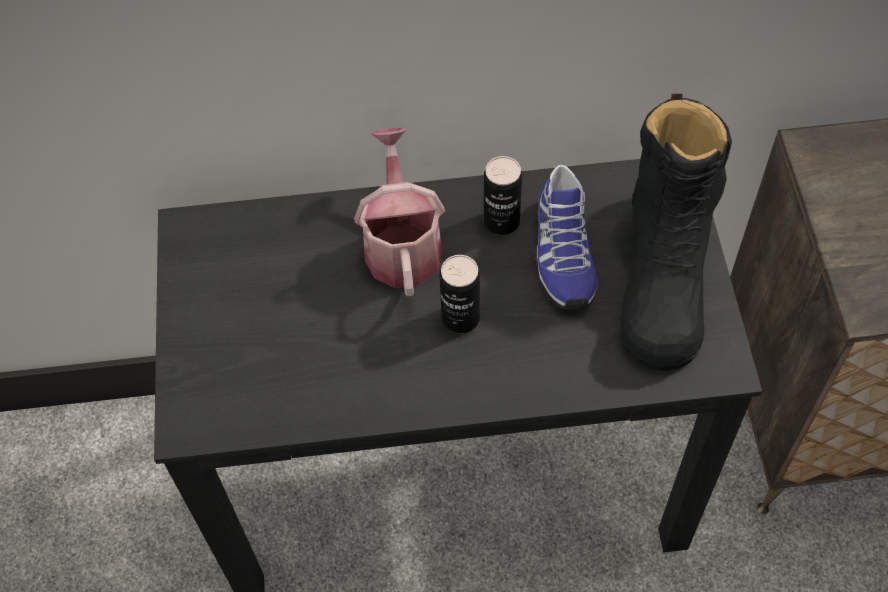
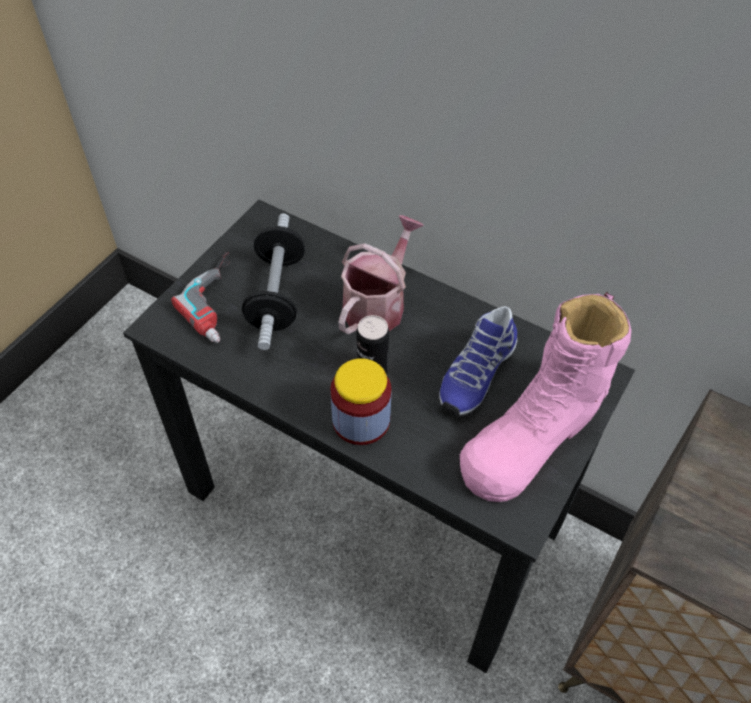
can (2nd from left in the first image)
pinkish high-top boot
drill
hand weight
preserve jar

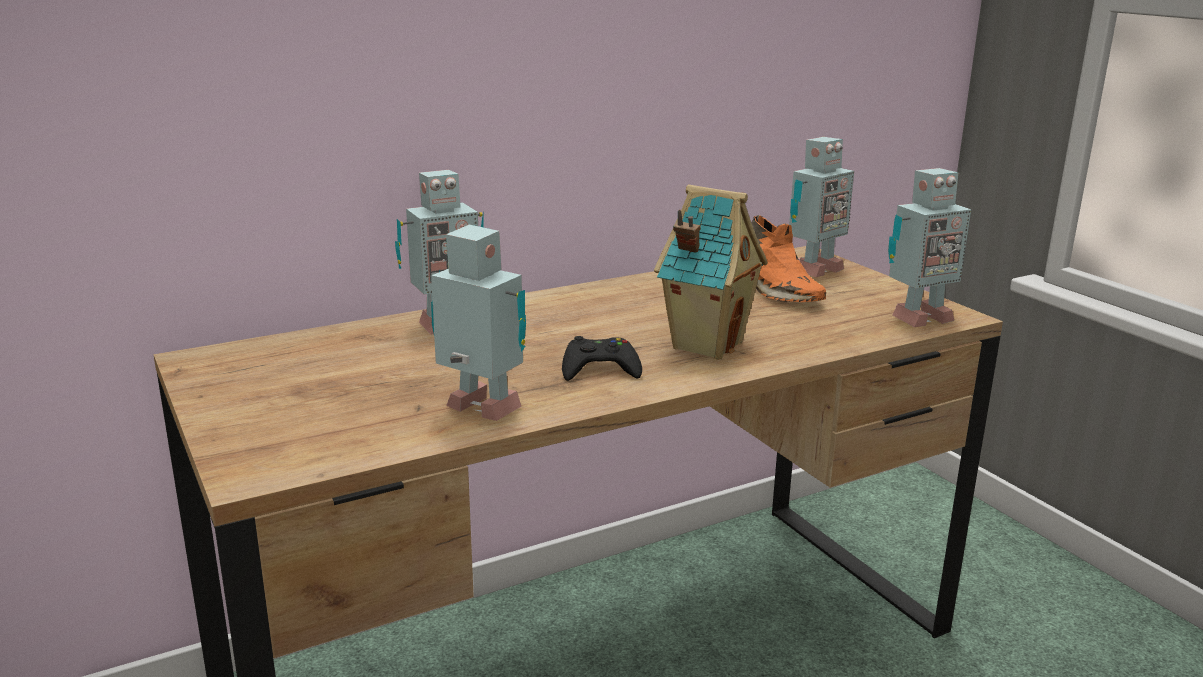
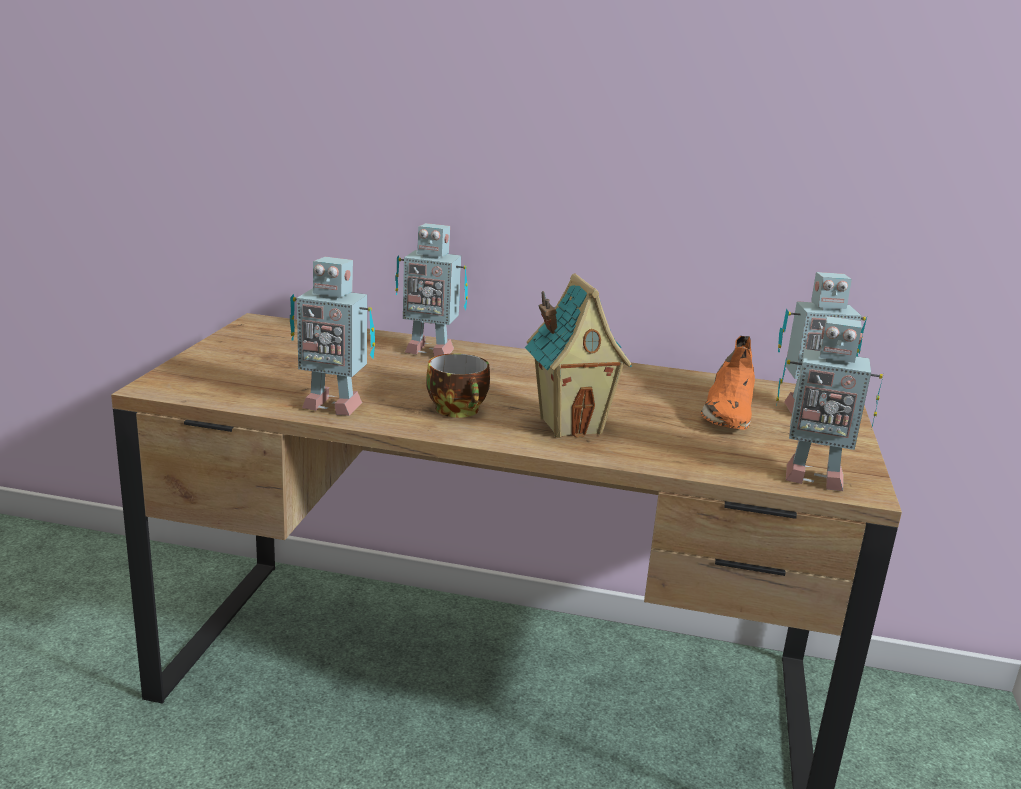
toy robot (1st from left)
small cup

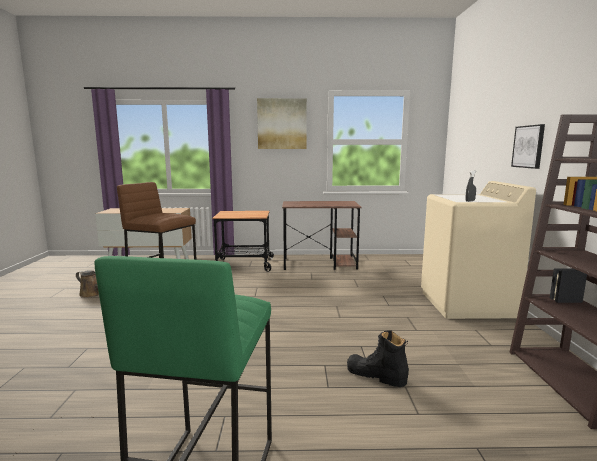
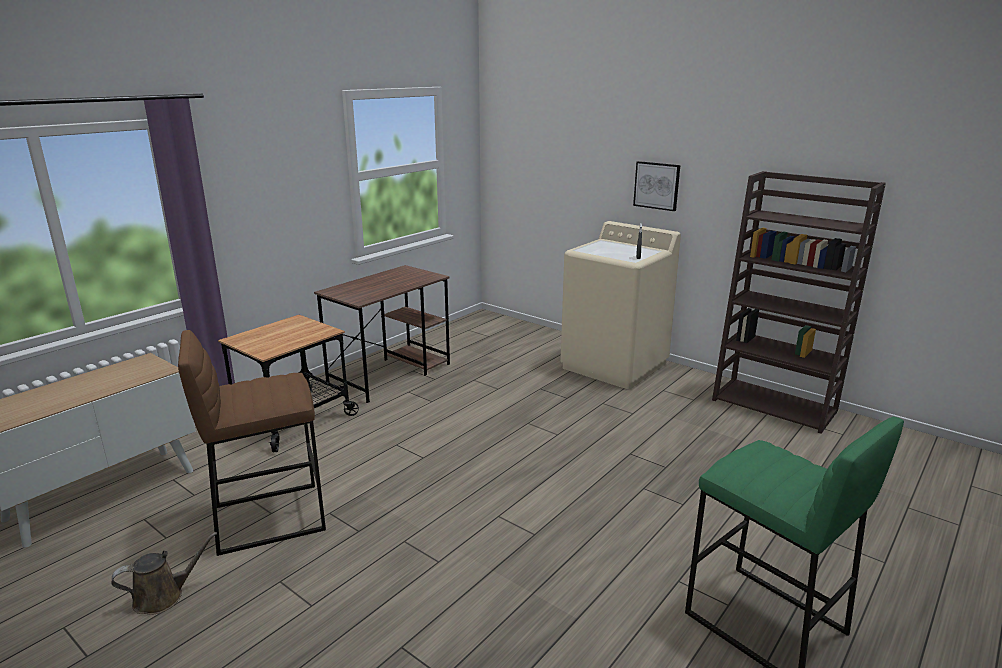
wall picture (1st from left in the first image)
black-coloured high-top boot

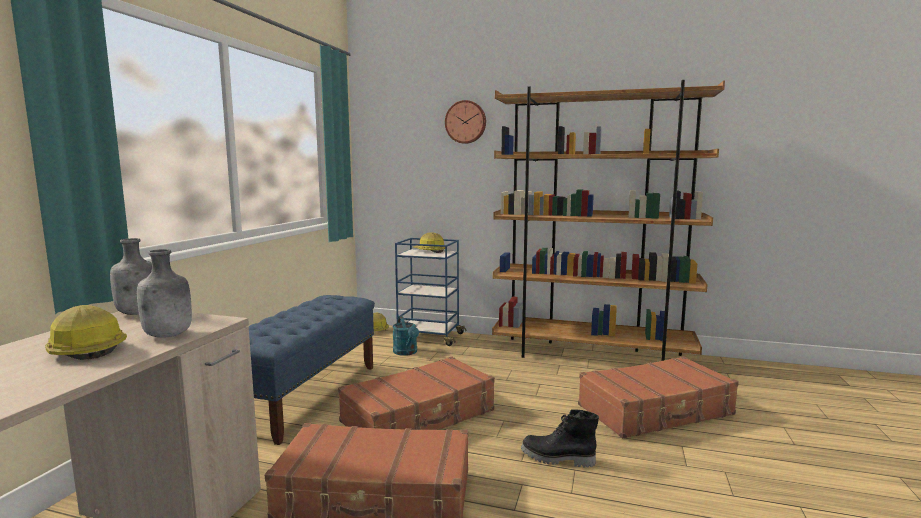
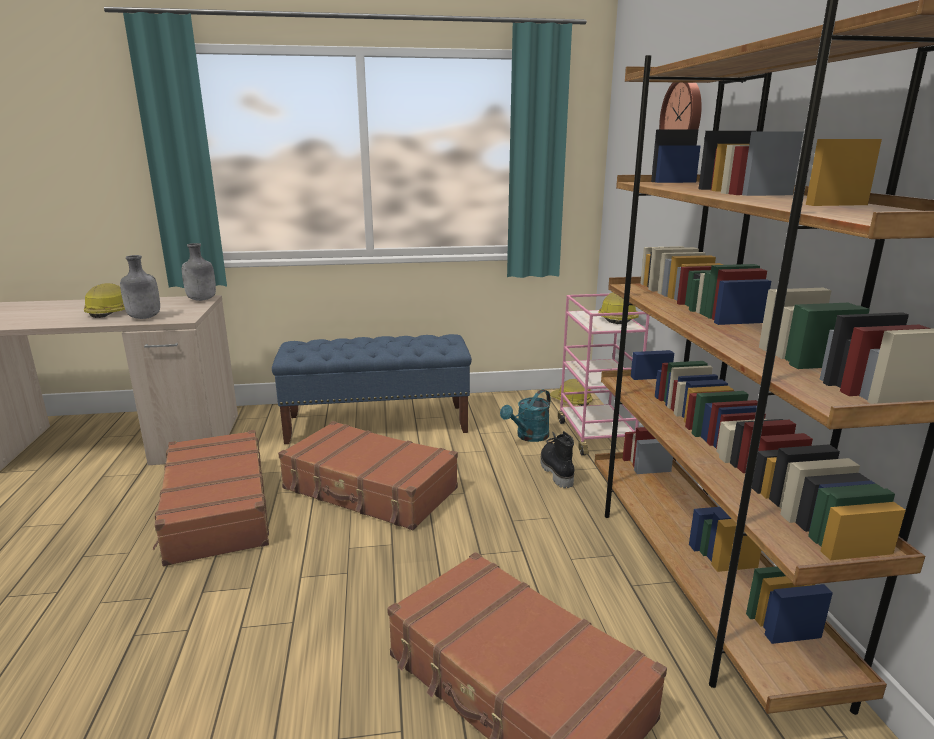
pinkish trolley
black-coloured high-top boot

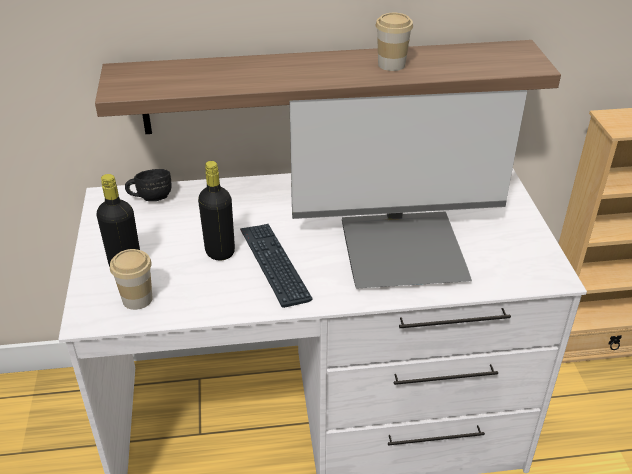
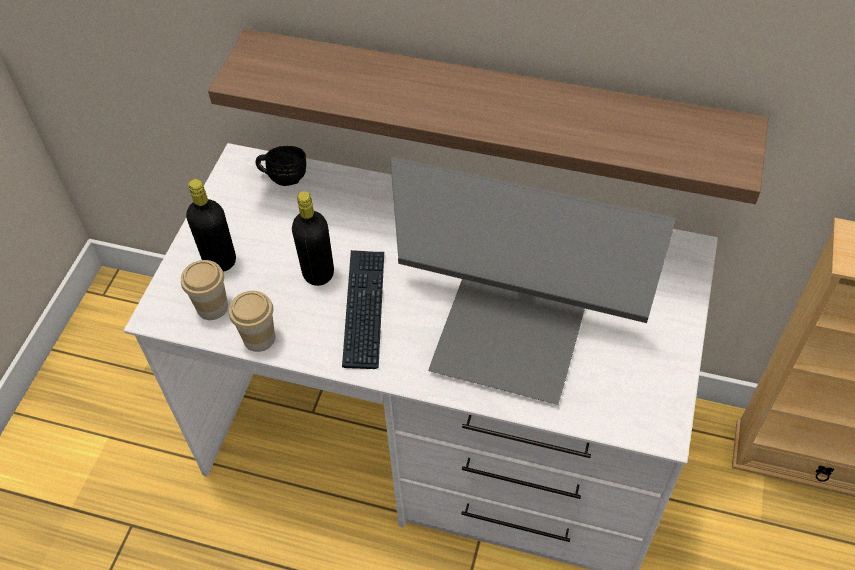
small cup (2nd from left)

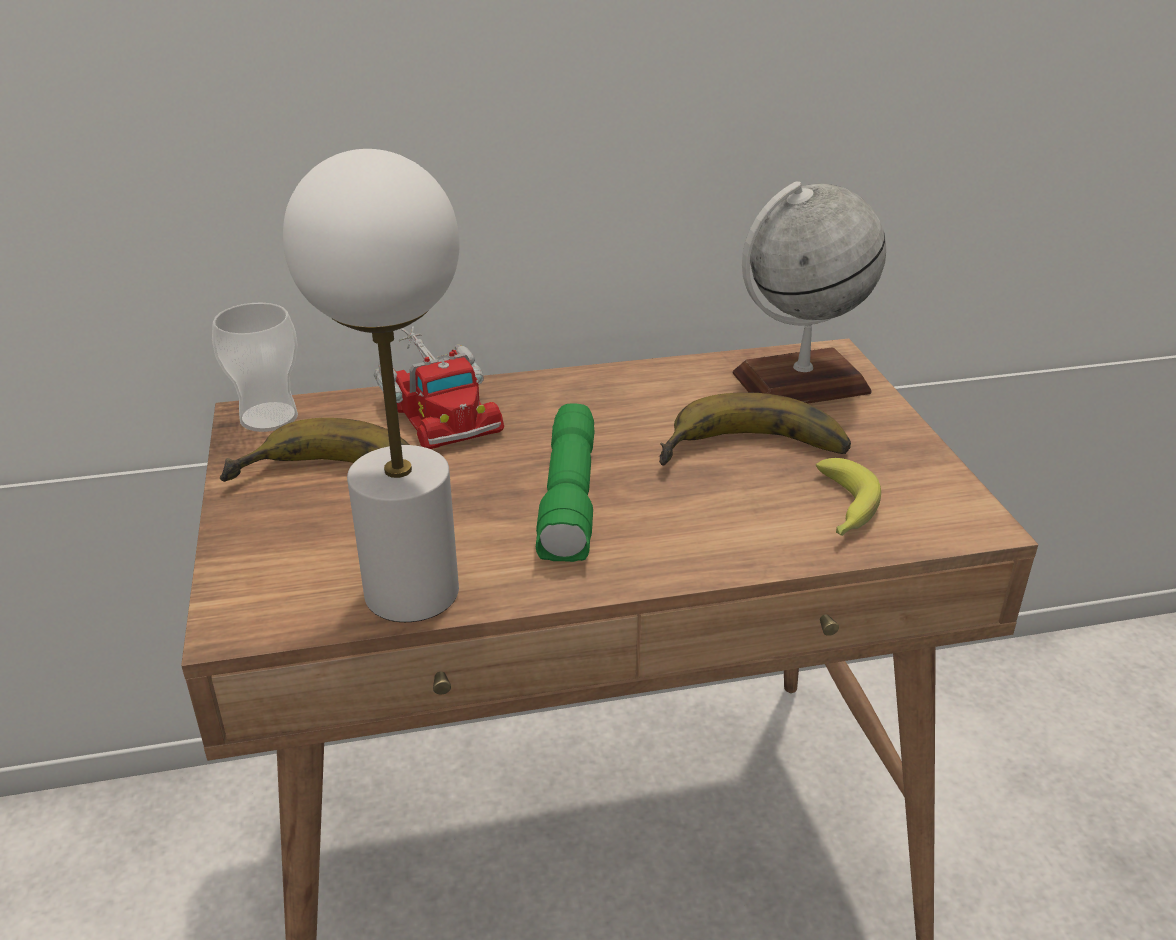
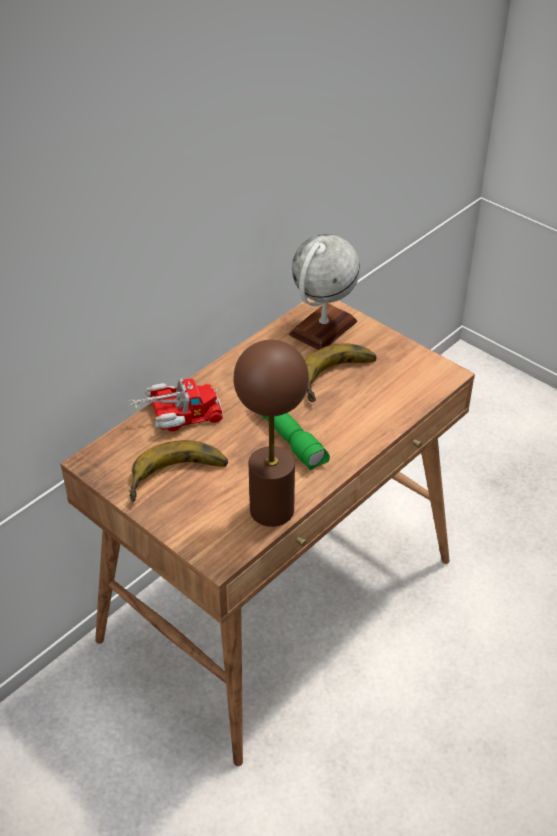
small cup
brown tabletop lamp
toy truck
whole banana (3rd from left in the first image)

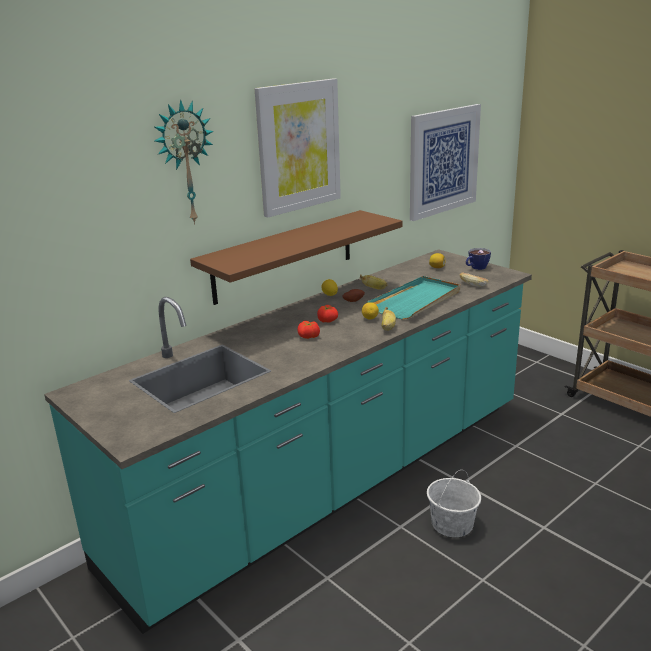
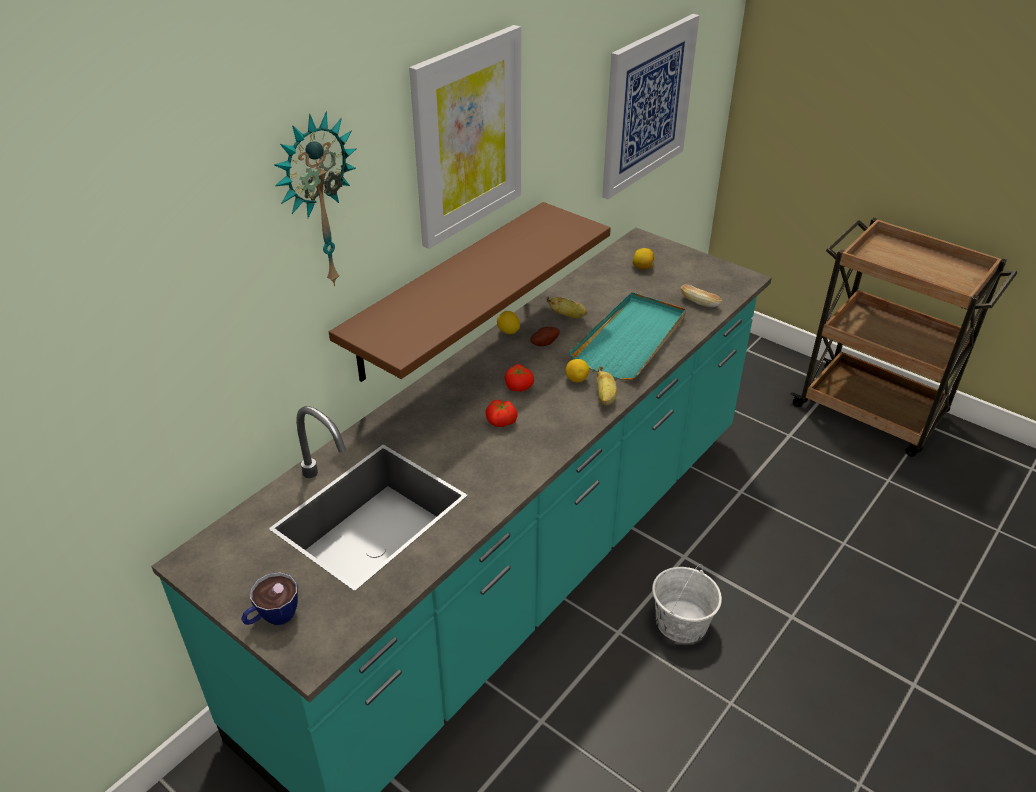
small cup

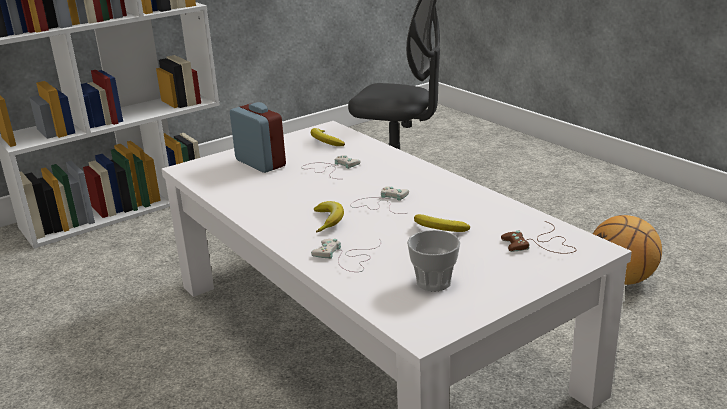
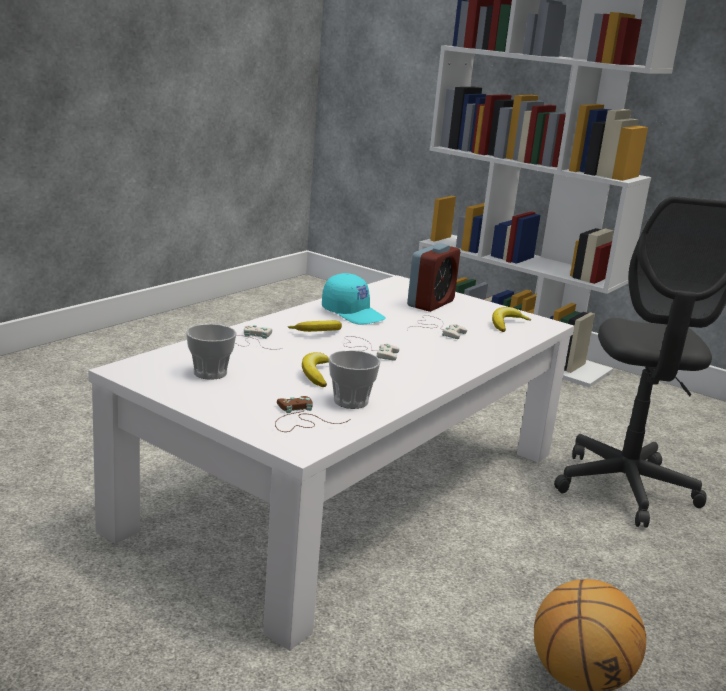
turquoise peaked cap
small cup (2nd from left)

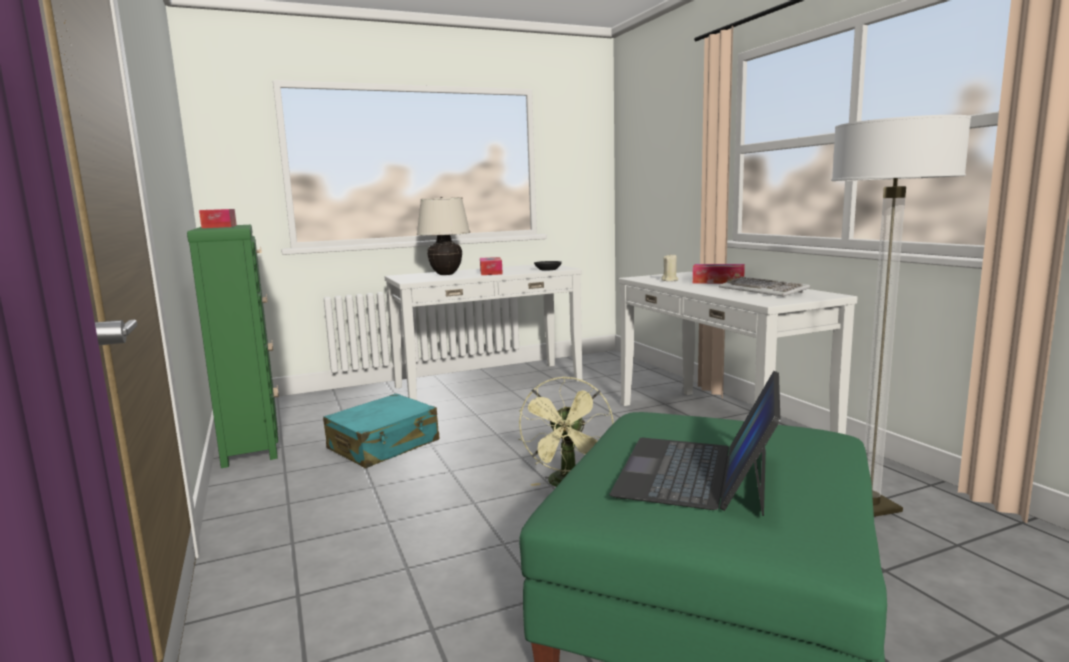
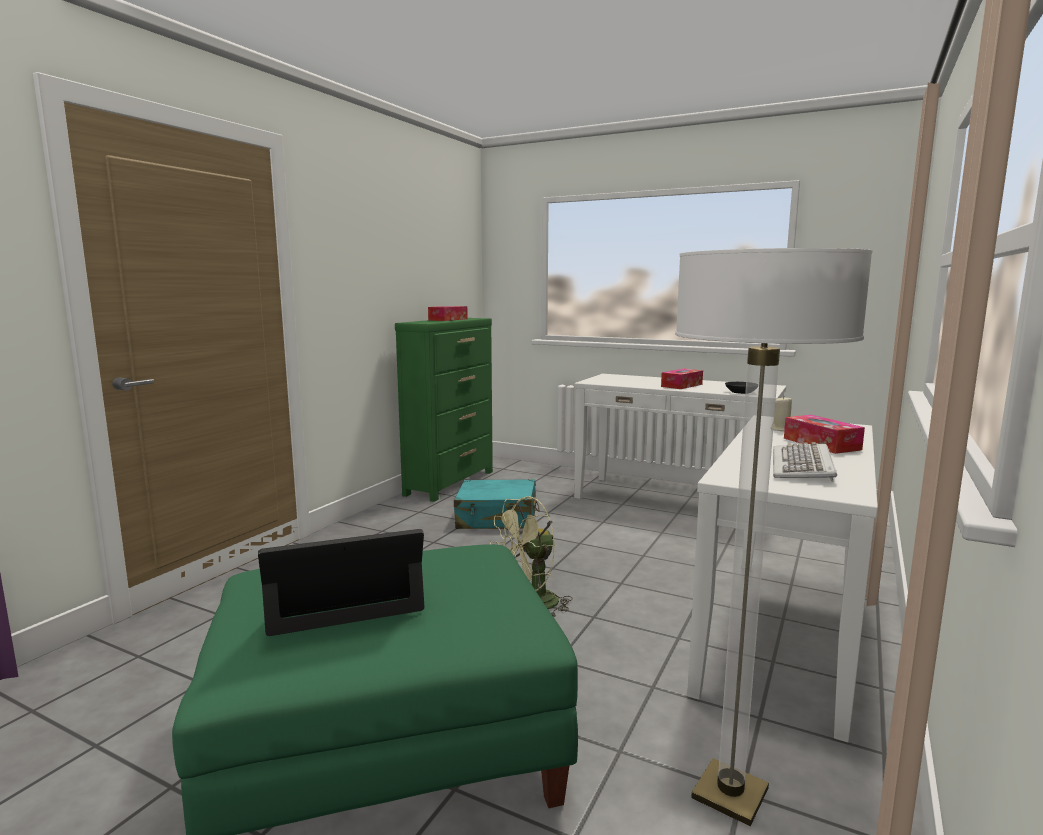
beige tabletop lamp

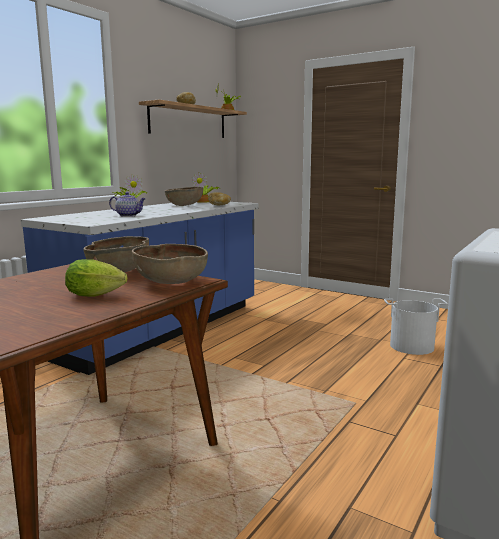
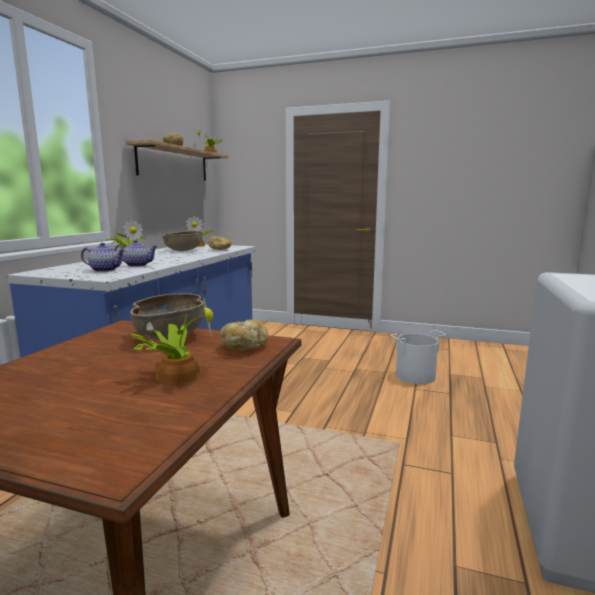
plant in a pot (2nd from left)
baked bread (3rd from left)
teapot (1st from left)

